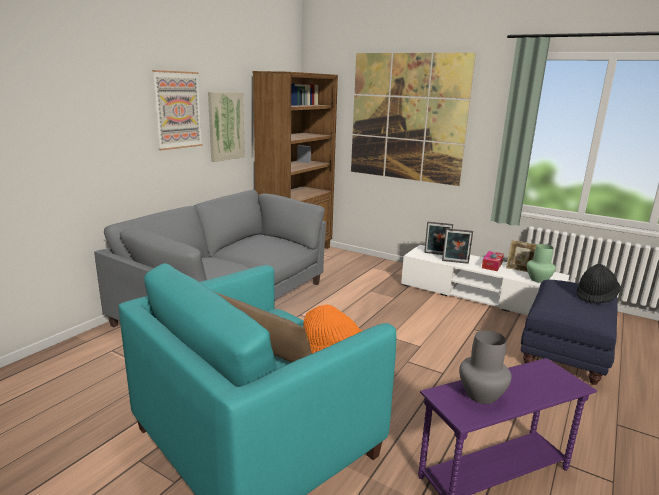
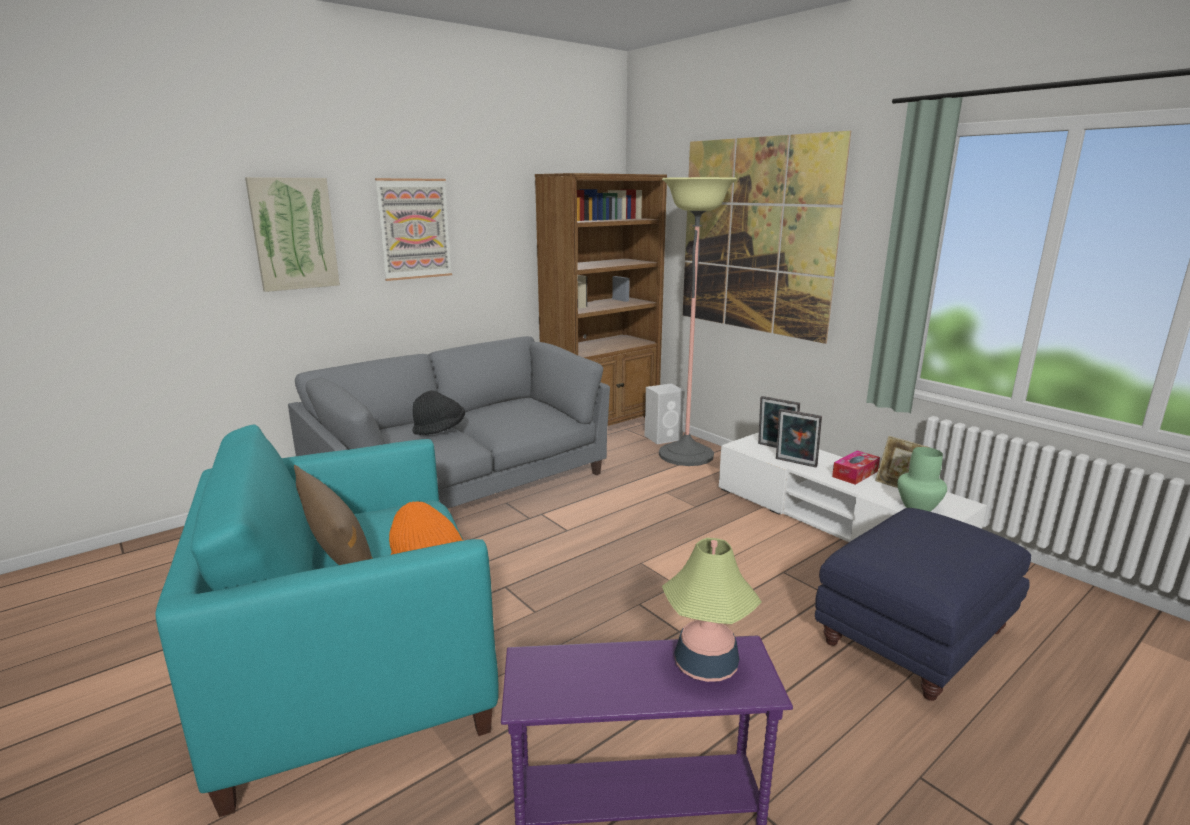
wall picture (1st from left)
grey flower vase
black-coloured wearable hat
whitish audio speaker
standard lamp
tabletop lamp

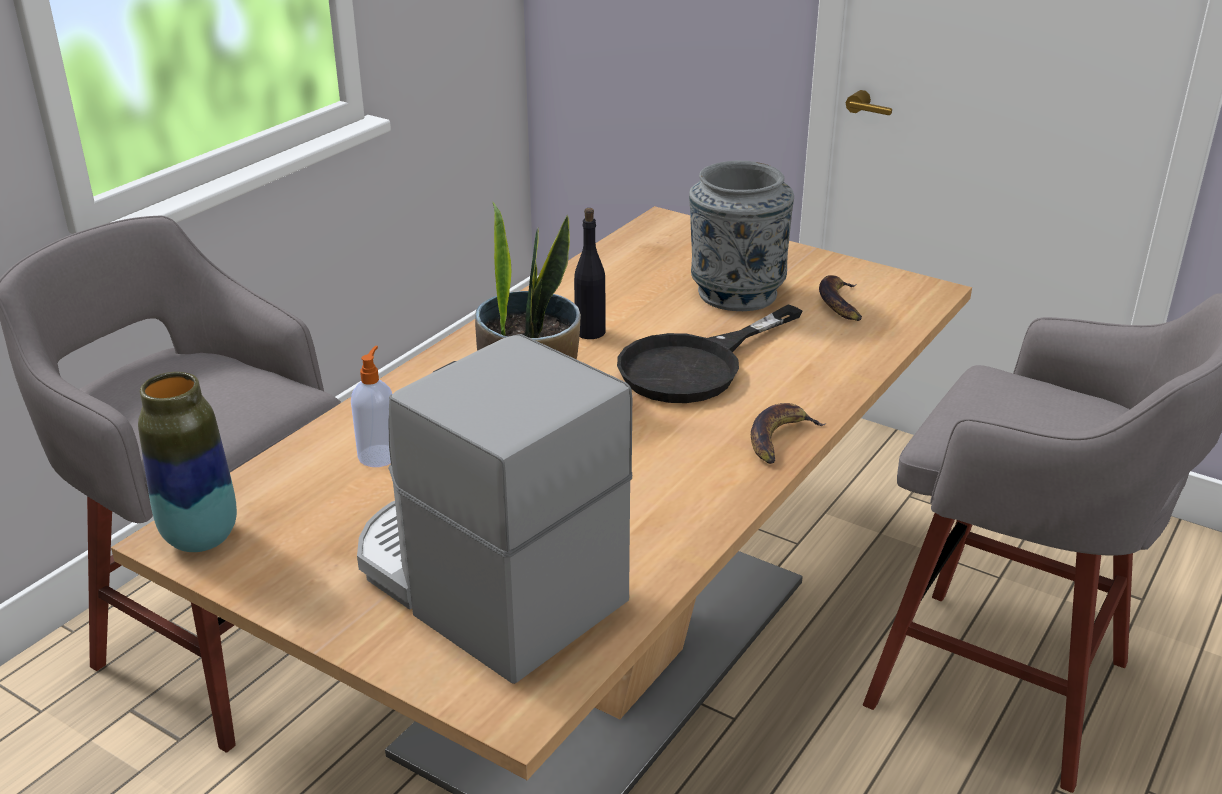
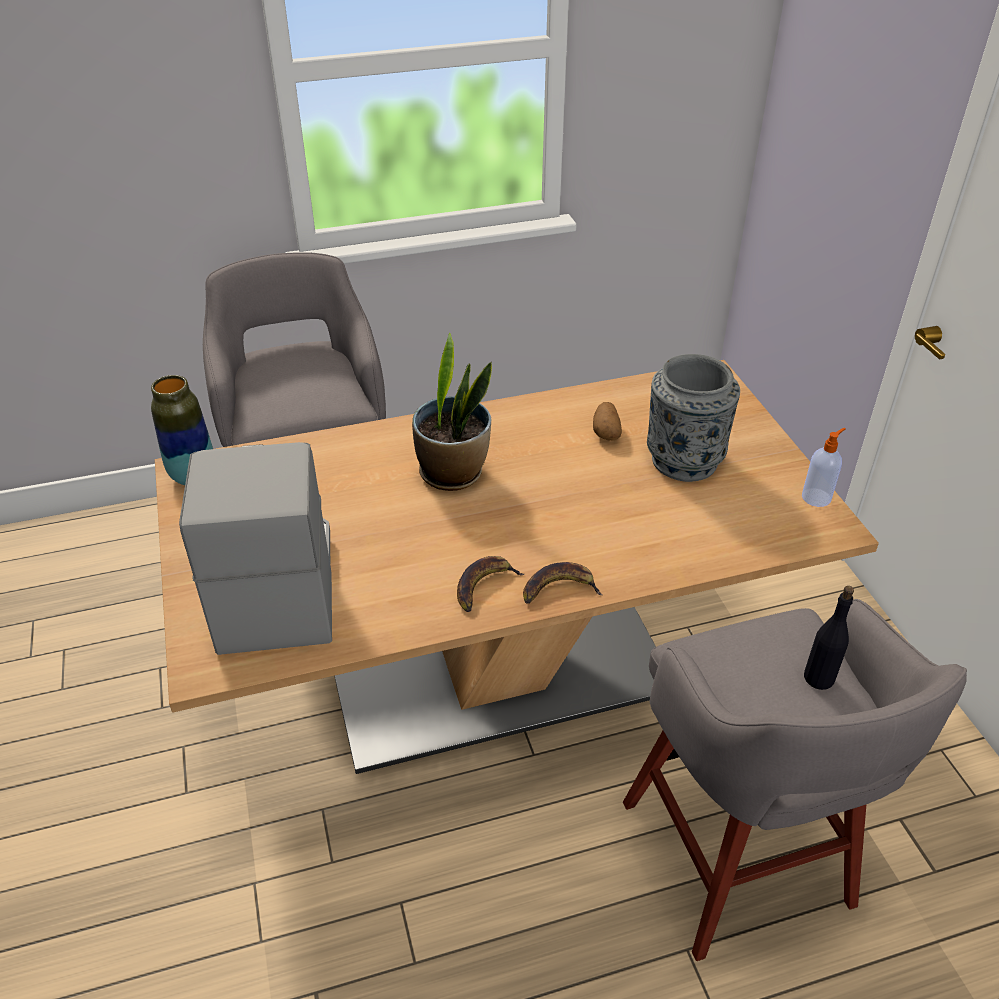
liquid soap bottle
black-coloured drink bottle
black-coloured skillet
whole banana (1st from left)
whole potato

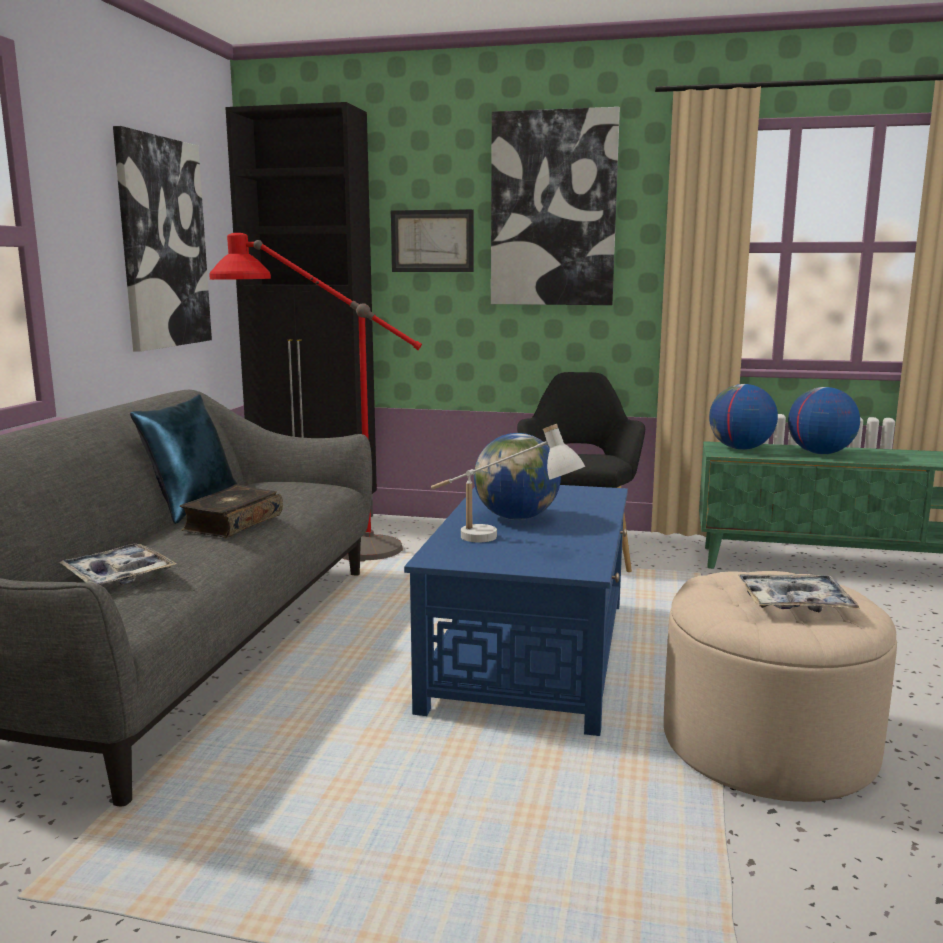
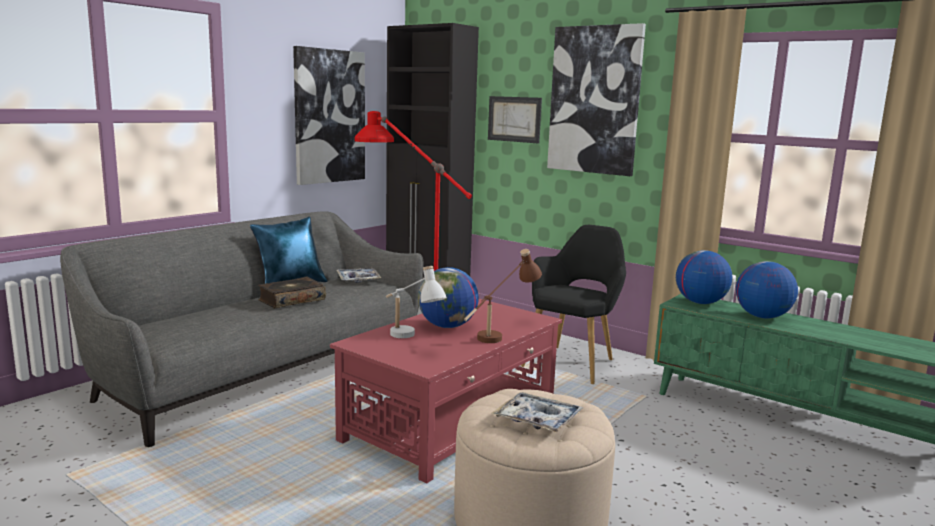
serving tray (1st from left)
reddish lounge table
brown tabletop lamp

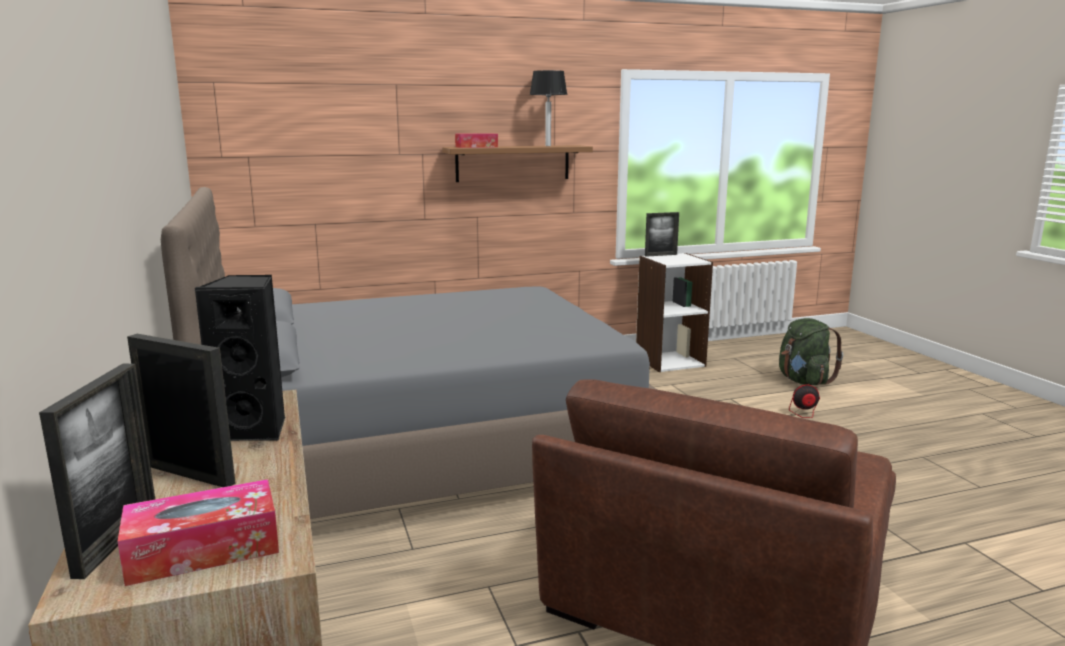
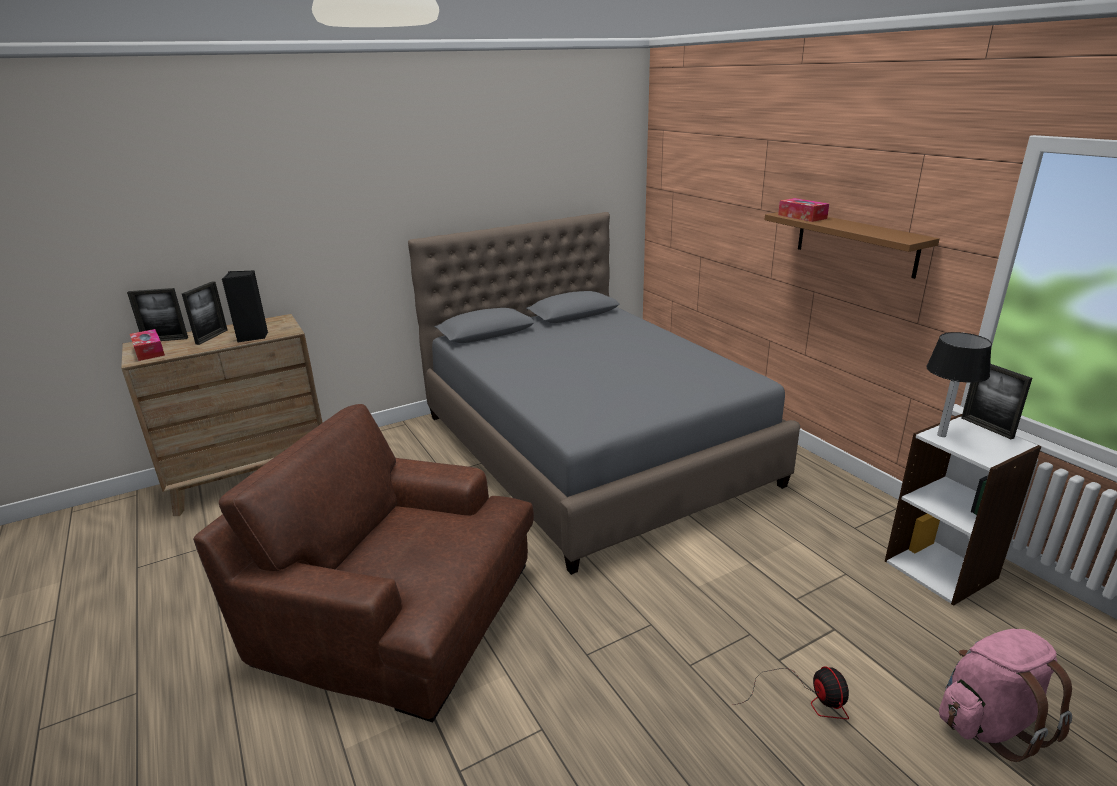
tabletop lamp
pinkish rucksack

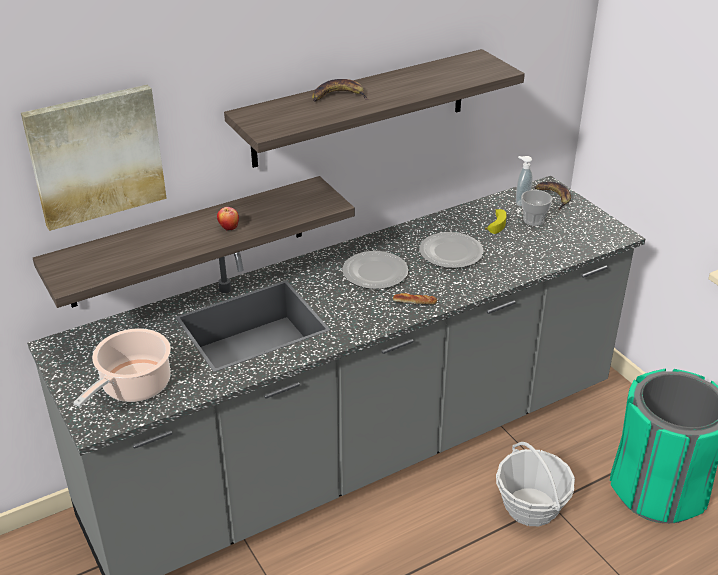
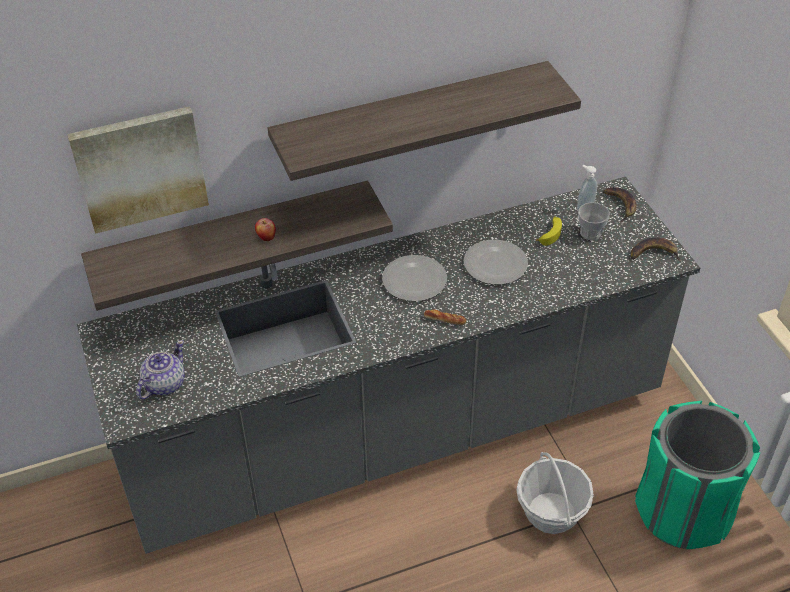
teapot
whole banana (3rd from left)

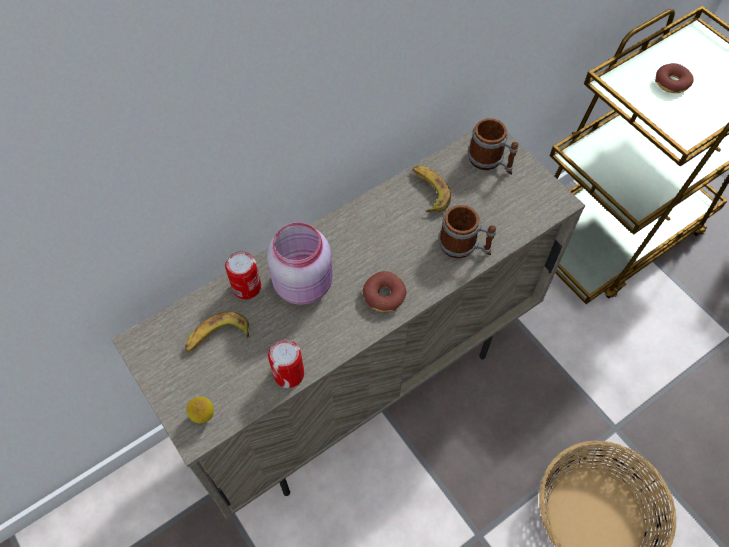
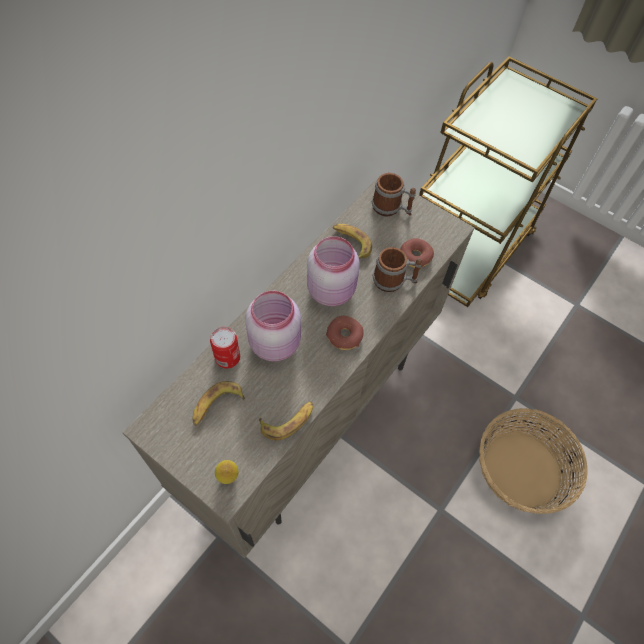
whole banana (2nd from left)
donut (2nd from left)
pinkish preserve jar (2nd from left)

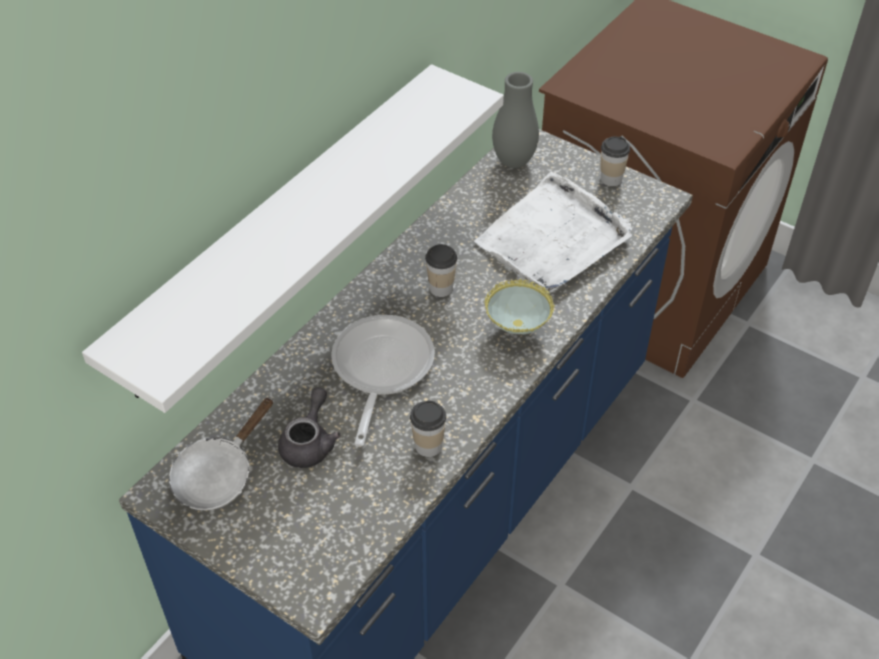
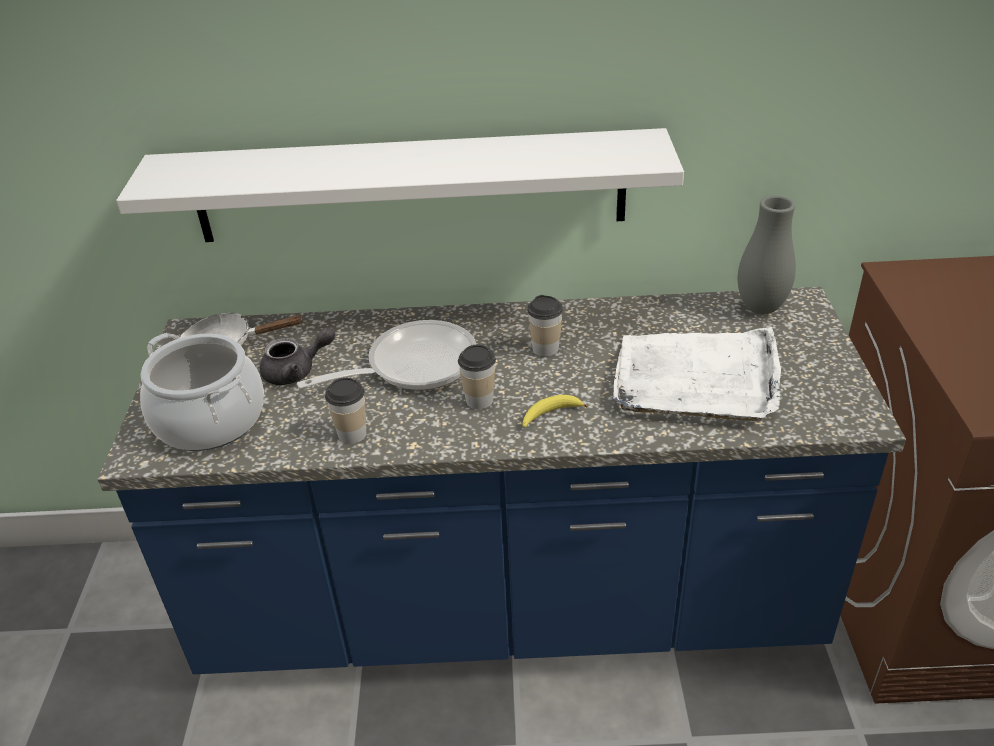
whole banana
small cup (2nd from left)
stockpot

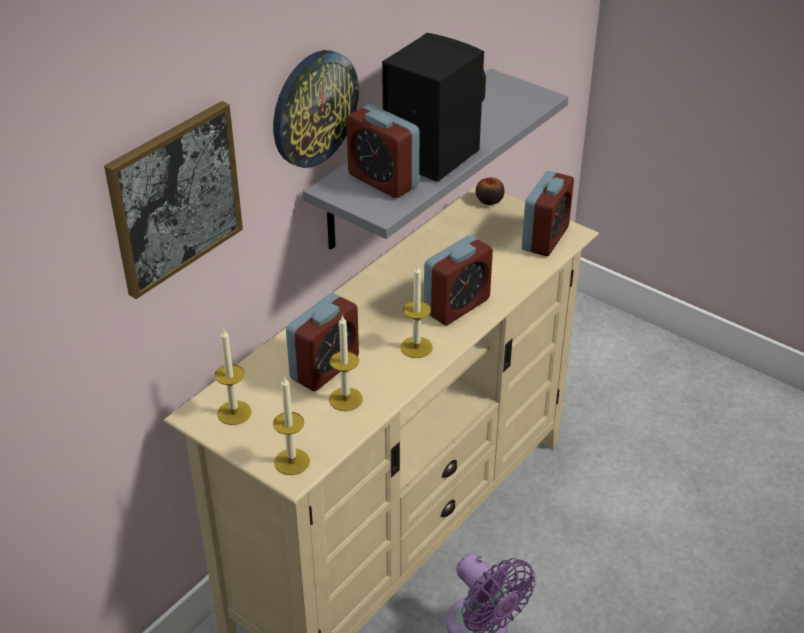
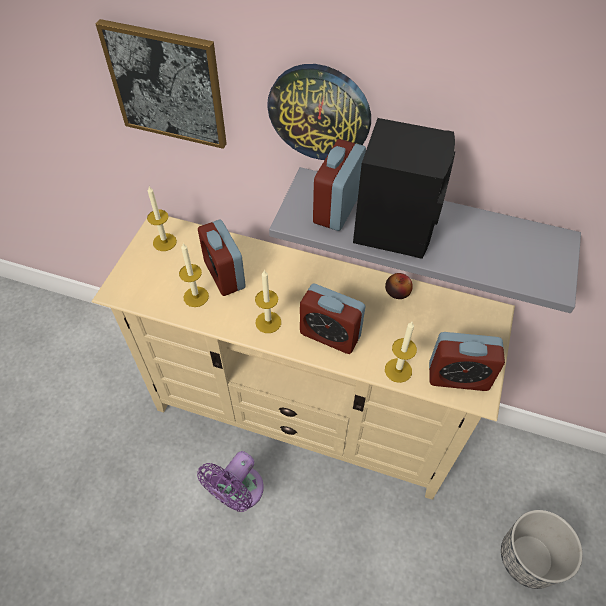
candle (4th from left)
table clock (1st from left)
apple fruit
flower pot

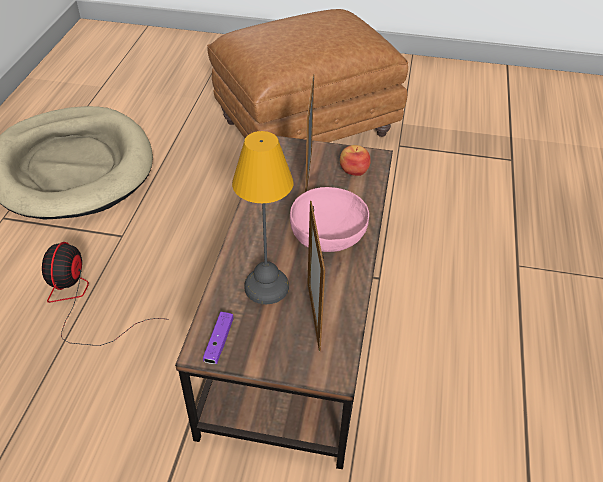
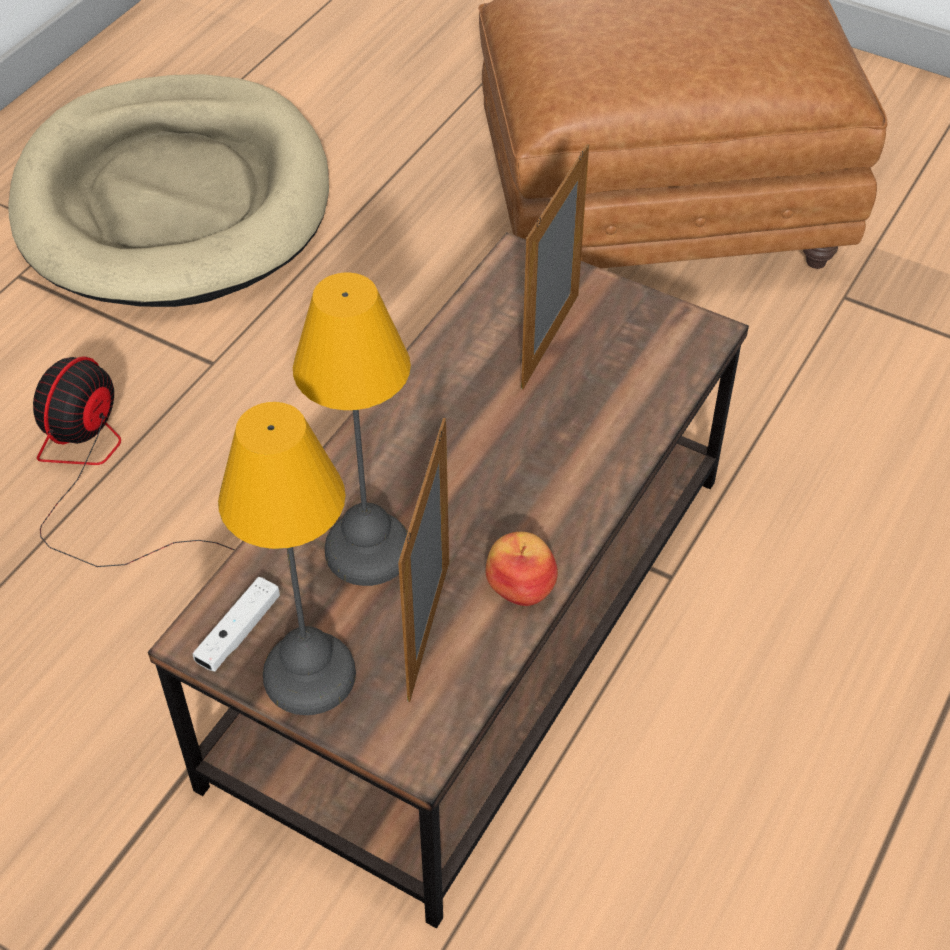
whitish joypad
pinkish deep dish
apple fruit
tabletop lamp (1st from left)

